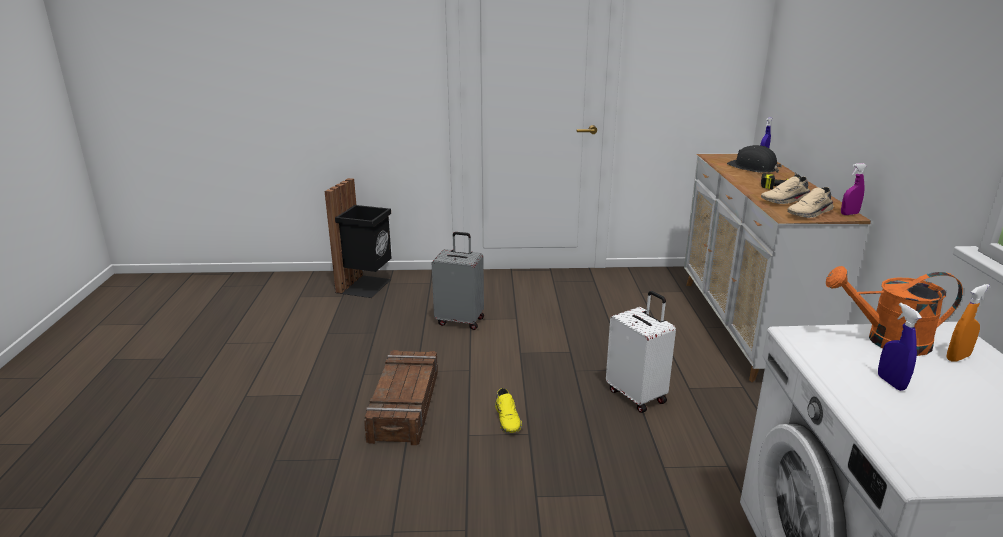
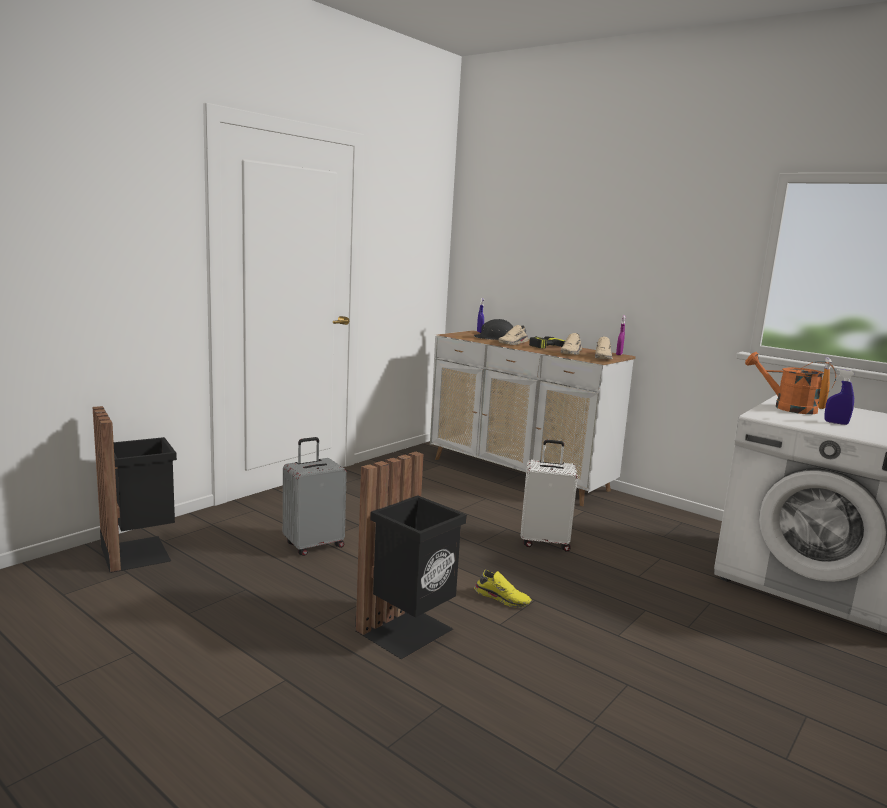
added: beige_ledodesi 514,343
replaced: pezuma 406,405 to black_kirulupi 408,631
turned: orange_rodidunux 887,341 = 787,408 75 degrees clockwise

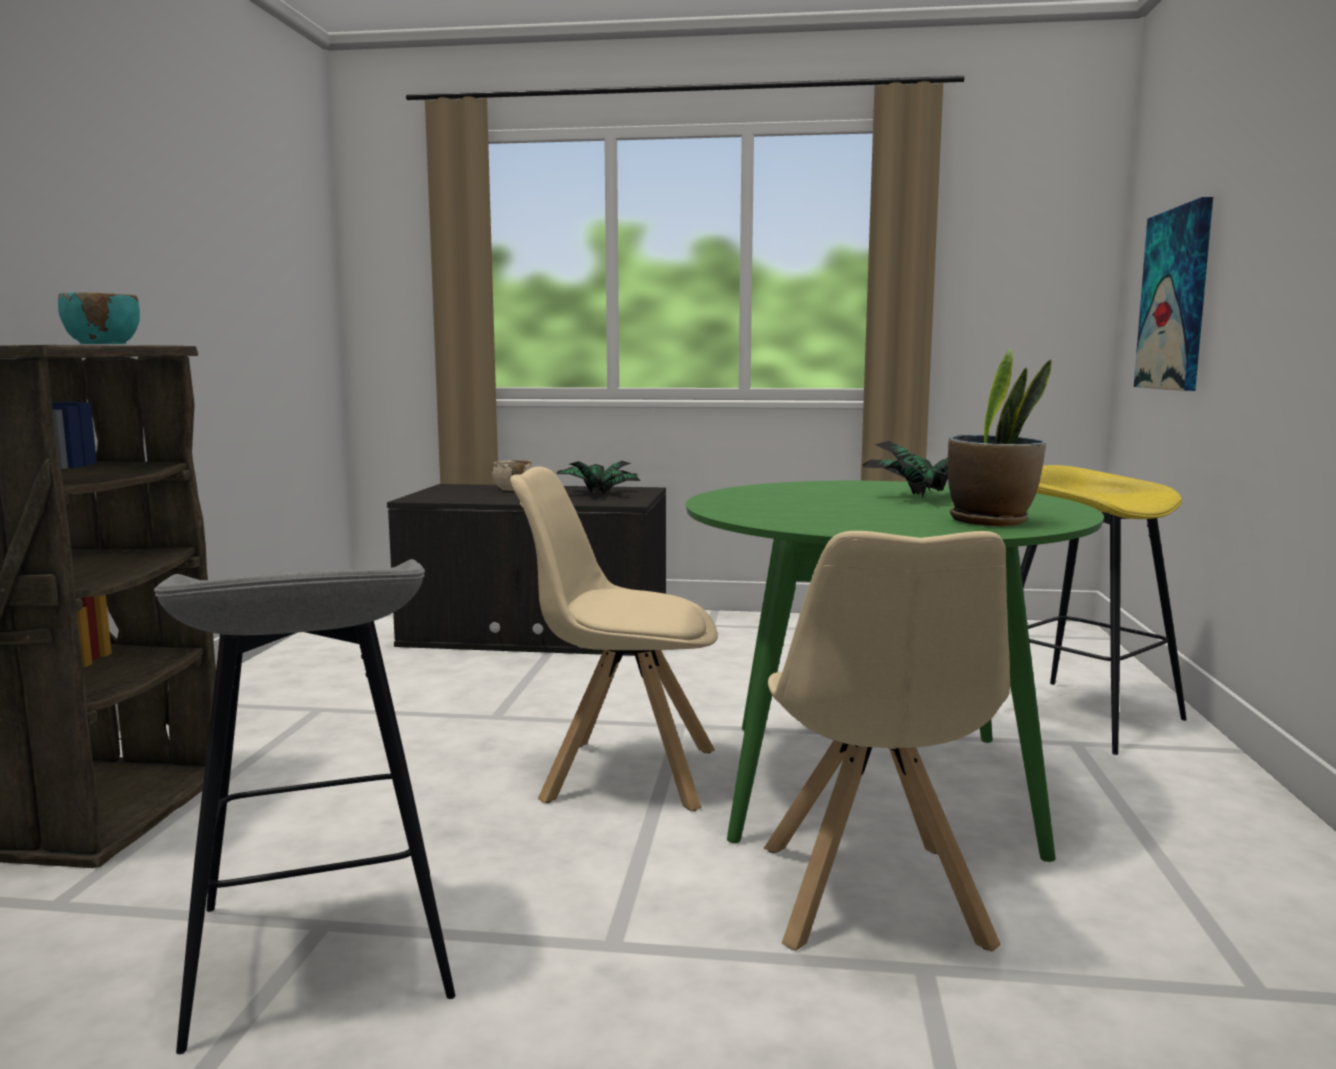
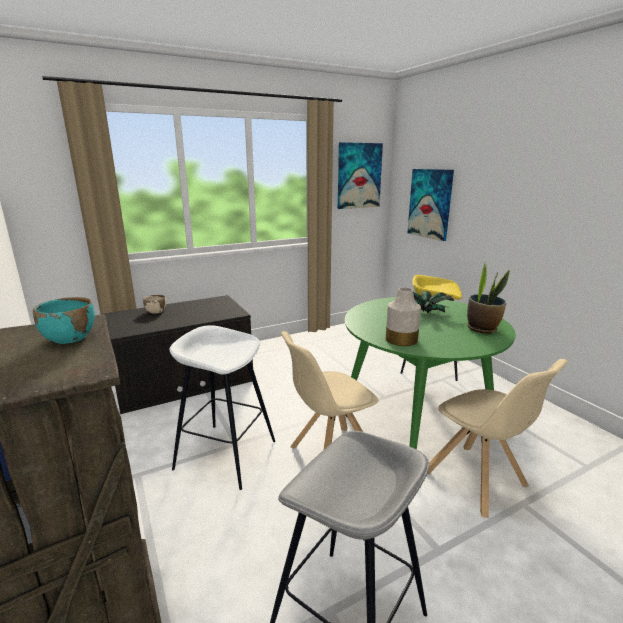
removed: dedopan 597,494
added: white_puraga 226,454; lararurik 359,176; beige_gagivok 401,339

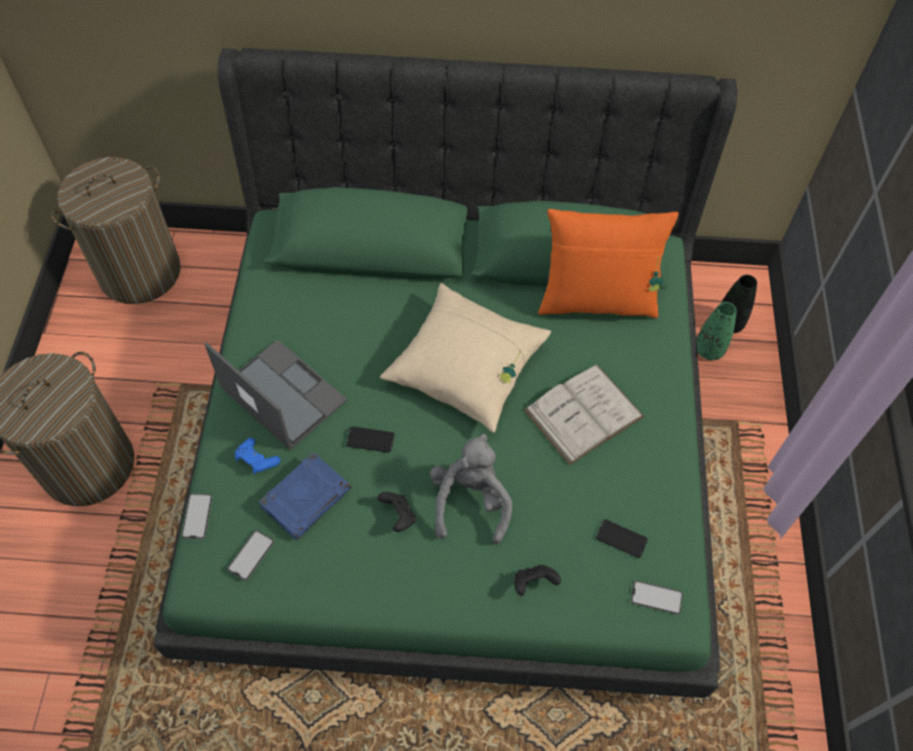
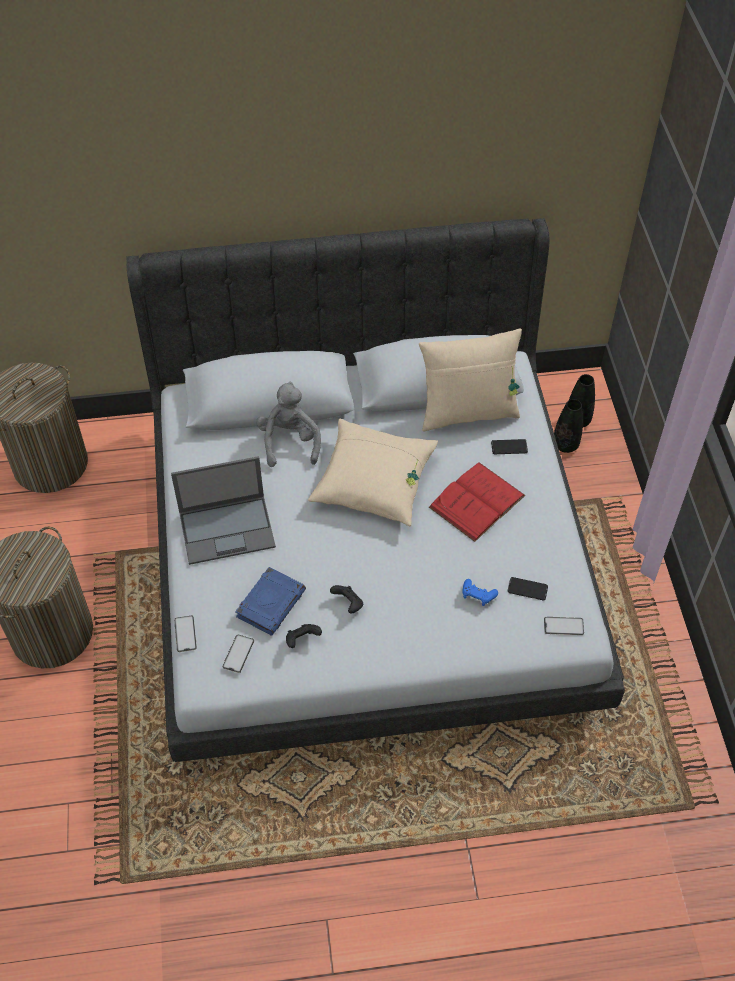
moved: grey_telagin 470,501 to 289,441; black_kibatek 533,583 to 302,640; blue_kibatek 257,460 to 477,596; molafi 370,440 to 509,447
recoloured: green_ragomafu 454,444 to grey_ragomafu 367,558; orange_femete 596,301 to beige_femete 467,413; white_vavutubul 583,413 to red_vavutubul 477,501; green_gagivok 708,350 to black_gagivok 565,445
turned: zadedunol 282,393 = 228,529 135 degrees clockwise

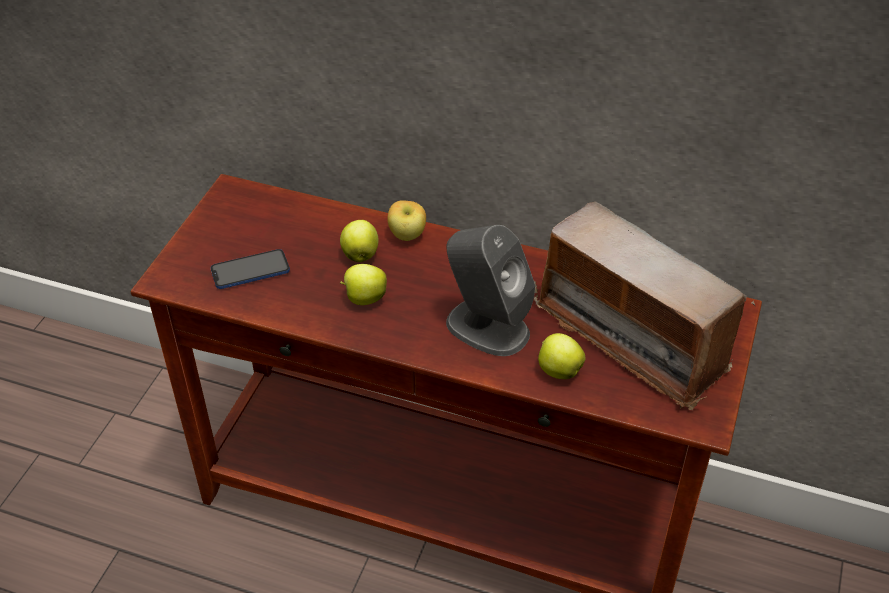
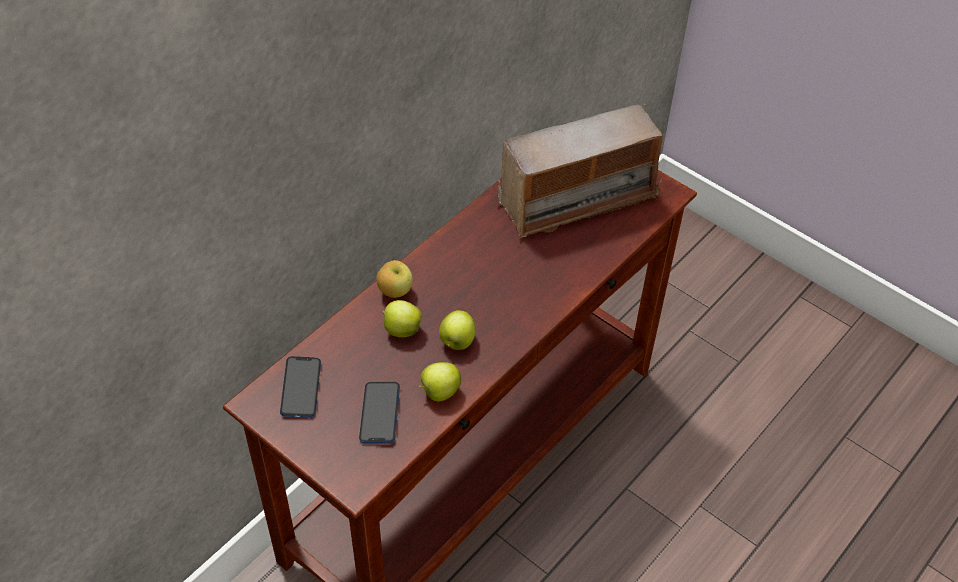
removed: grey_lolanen 486,327
added: molafi 301,388
moved: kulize 558,370 to 439,392

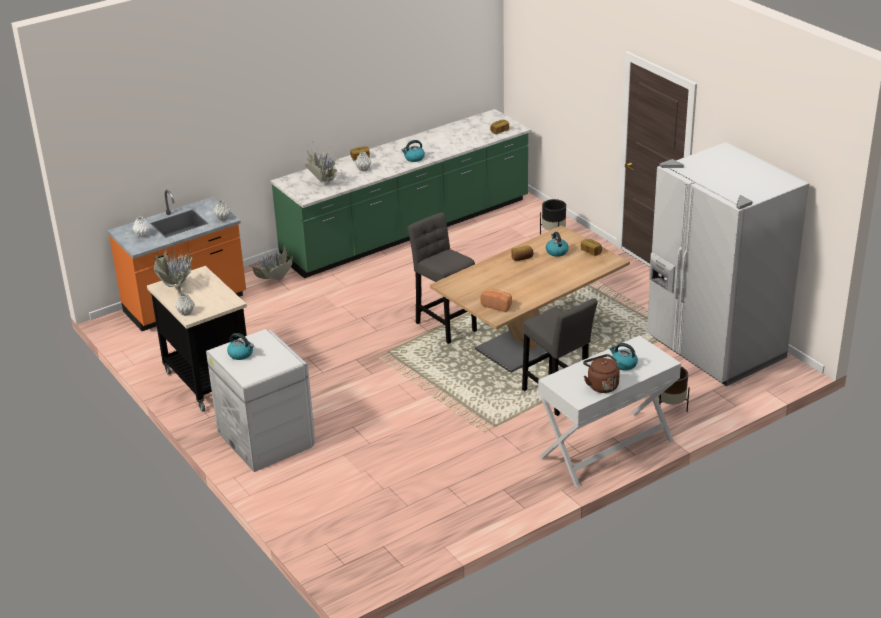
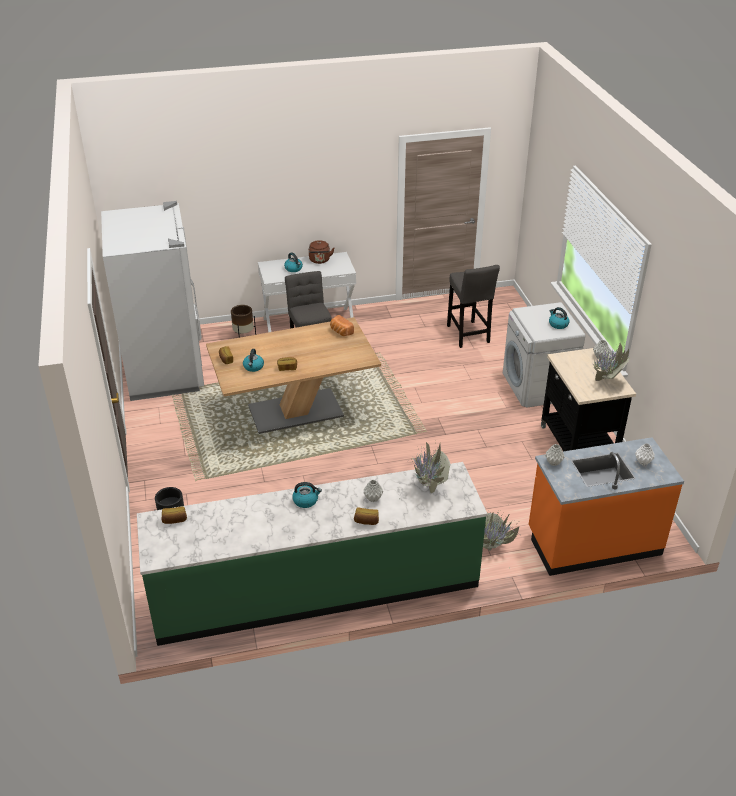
moved: grey_puraga 444,324 to 468,336

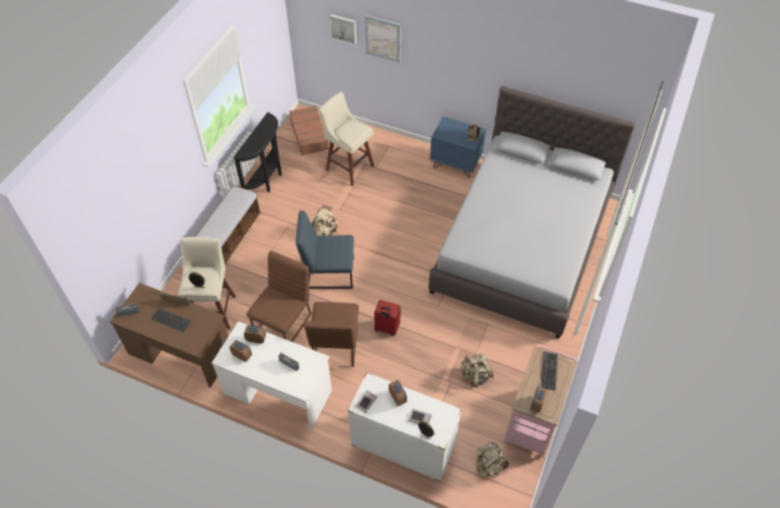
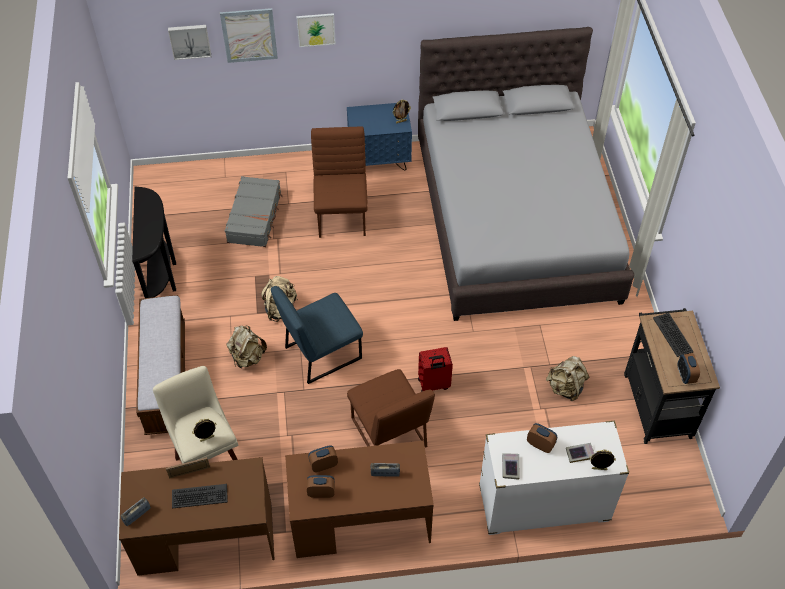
removed: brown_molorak 309,135
added: lararurik 316,29
moved: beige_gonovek 489,465 to 247,357; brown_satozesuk 284,322 to 342,214
replaced: beige_puraga 349,167 to grey_molorak 255,217
recoloured: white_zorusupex 278,392 to brown_zorusupex 360,521; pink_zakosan 533,419 to black_zakosan 656,404

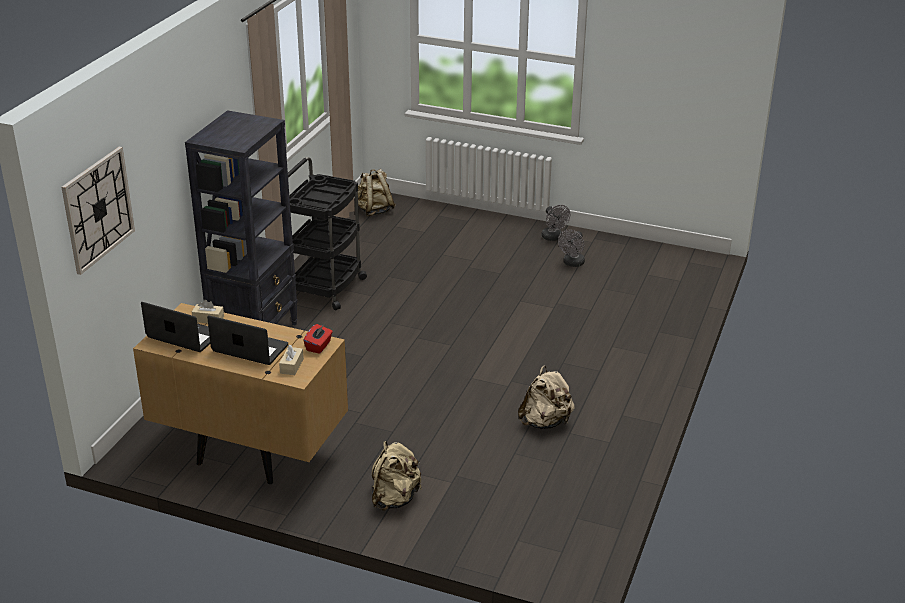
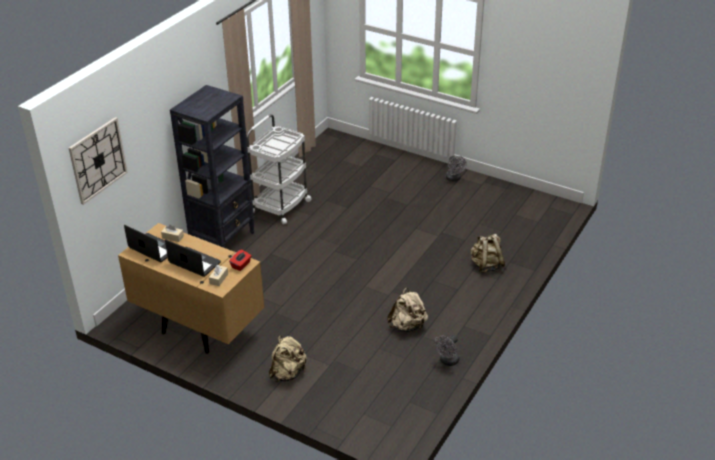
moved: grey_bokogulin 572,263 to 447,361; beige_gonovek 374,211 to 486,265
recoloured: black_zakosan 326,288 to white_zakosan 280,206

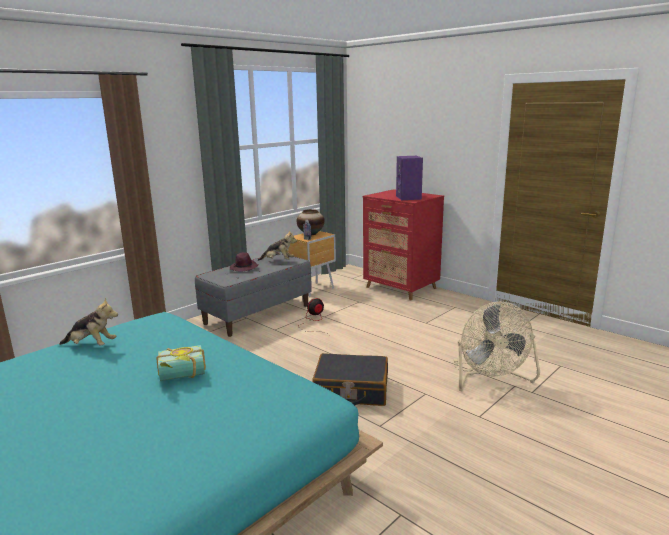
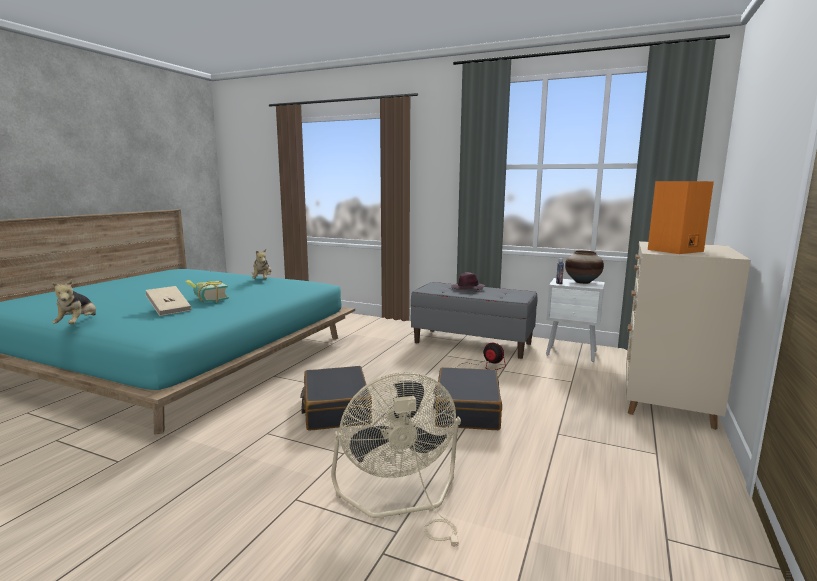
added: beige_vavutubul 169,310; black_molorak 466,409
moved: telagin 278,261 to 78,324
recoloured: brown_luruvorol 314,289 to white_luruvorol 572,354; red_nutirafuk 401,288 to beige_nutirafuk 667,401; purple_lolanen 409,198 to orange_lolanen 675,250
turned: beige_bokogulin 487,379 = 406,501 105 degrees clockwise

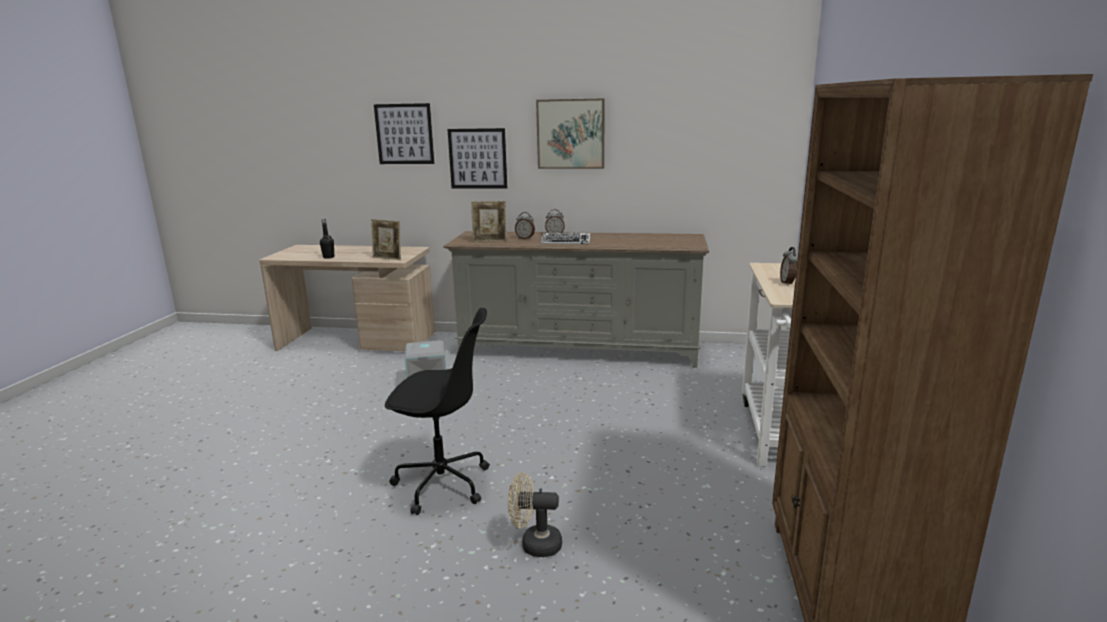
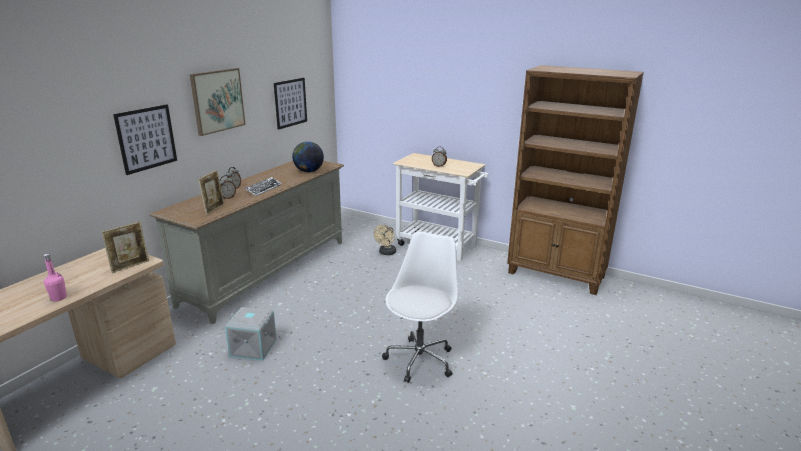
added: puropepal 308,171
moved: lararurik 404,134 to 290,103; beige_bokogulin 534,544 to 386,253
recoloured: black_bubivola 328,257 to pink_bubivola 59,298; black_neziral 445,484 to white_neziral 420,359

